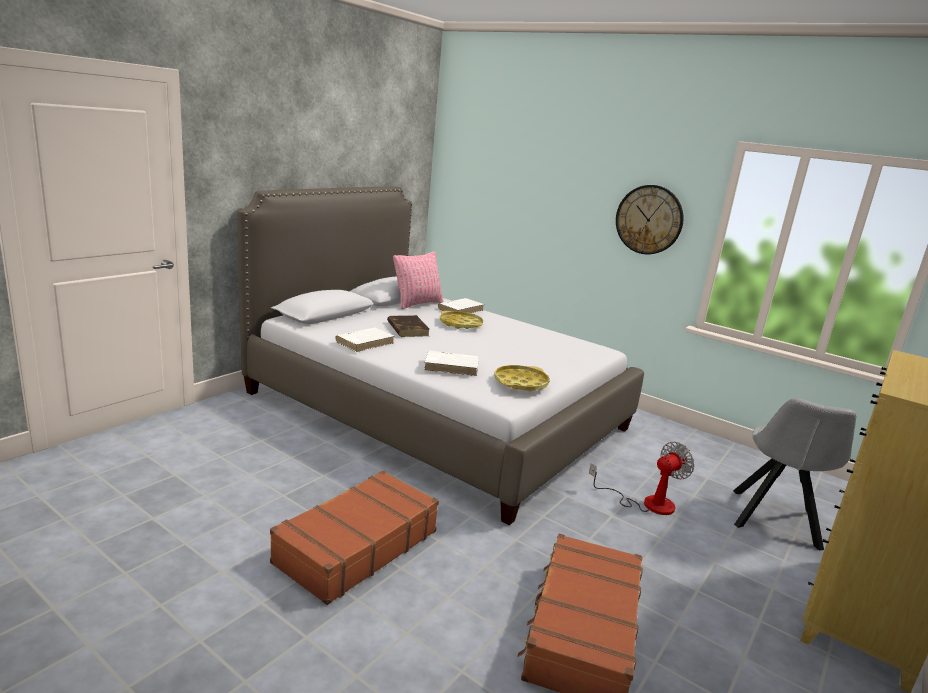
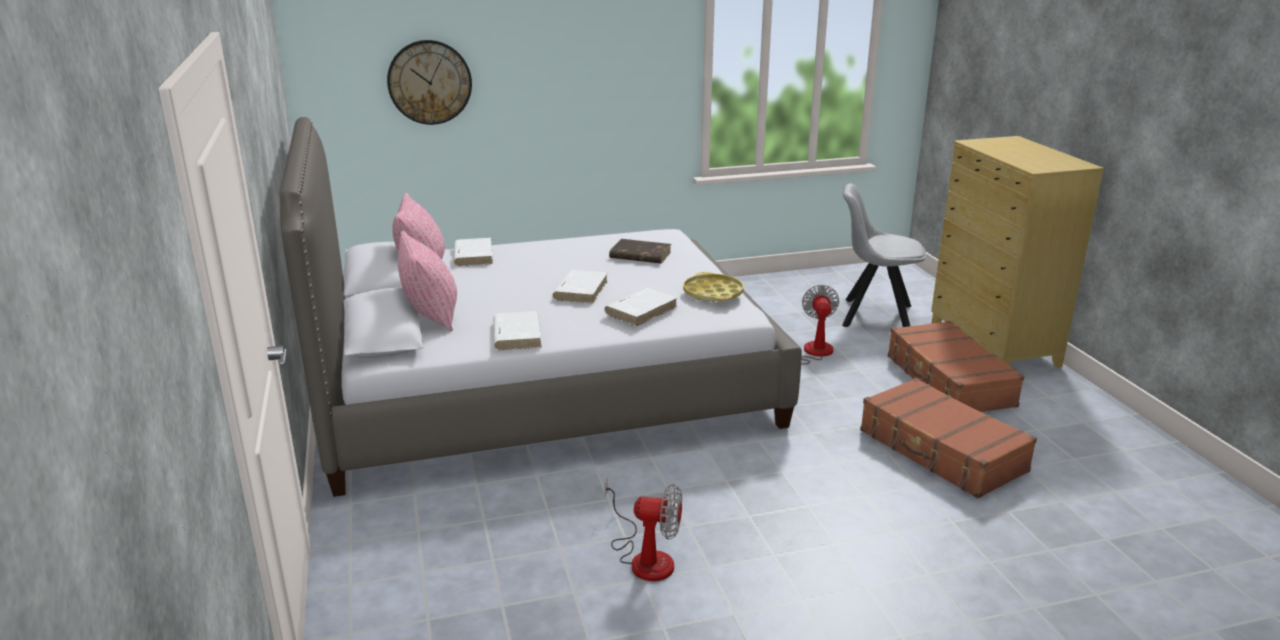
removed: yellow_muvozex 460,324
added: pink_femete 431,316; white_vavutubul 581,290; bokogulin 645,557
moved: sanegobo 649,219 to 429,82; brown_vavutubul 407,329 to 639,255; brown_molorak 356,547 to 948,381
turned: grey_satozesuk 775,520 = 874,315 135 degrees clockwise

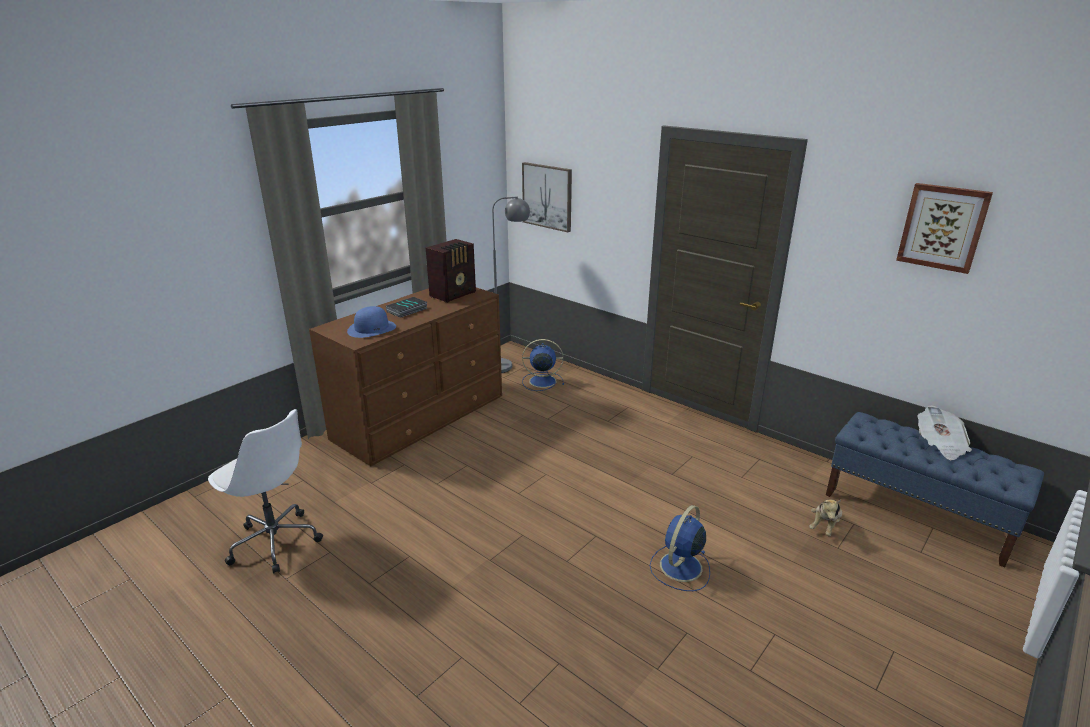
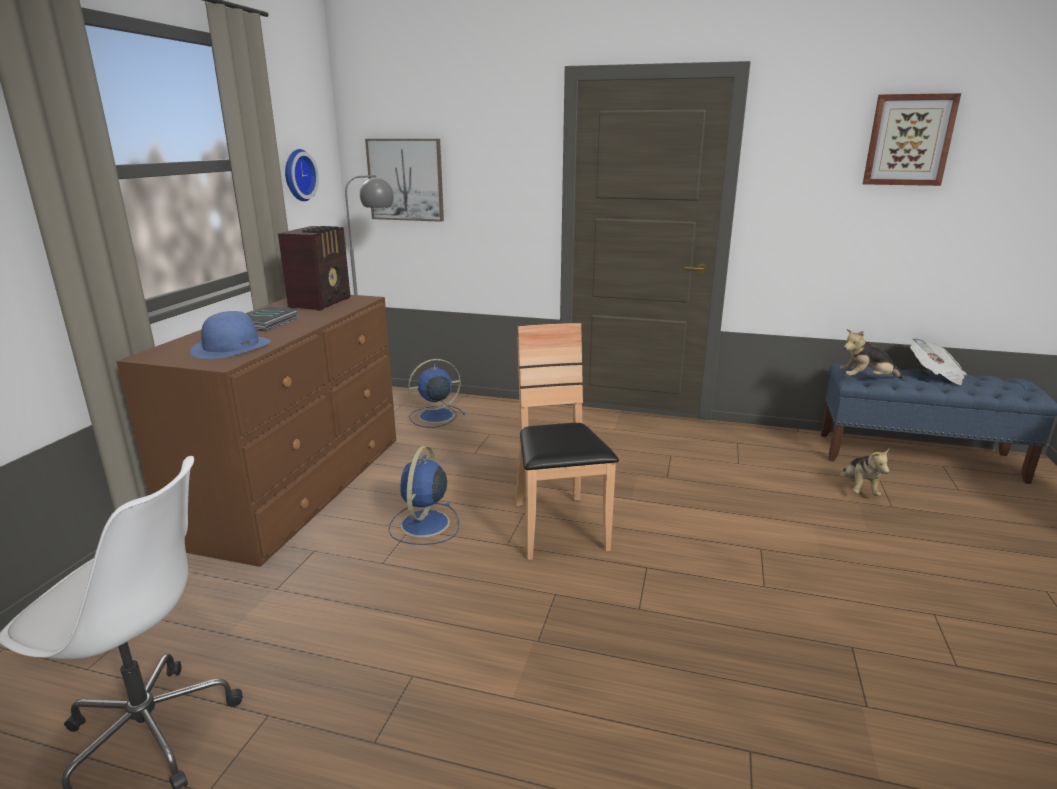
added: sanegobo 297,175; brown_satozesuk 558,527; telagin 866,379
moved: blue_bokogulin 680,568 to 424,525

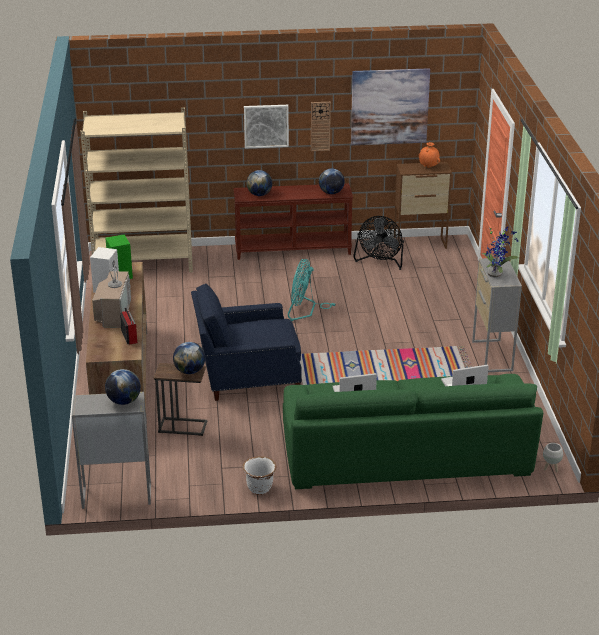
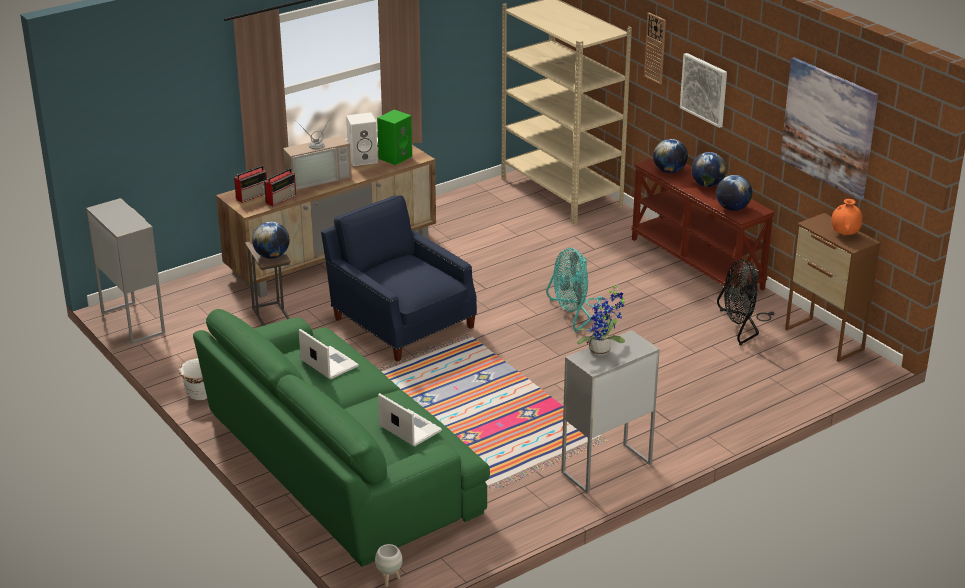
added: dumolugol 252,195
moved: sanegobo 320,126 to 655,48; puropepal 124,401 to 707,185
turned: turquoise_bokogulin 306,308 = 574,312 90 degrees counterclockwise

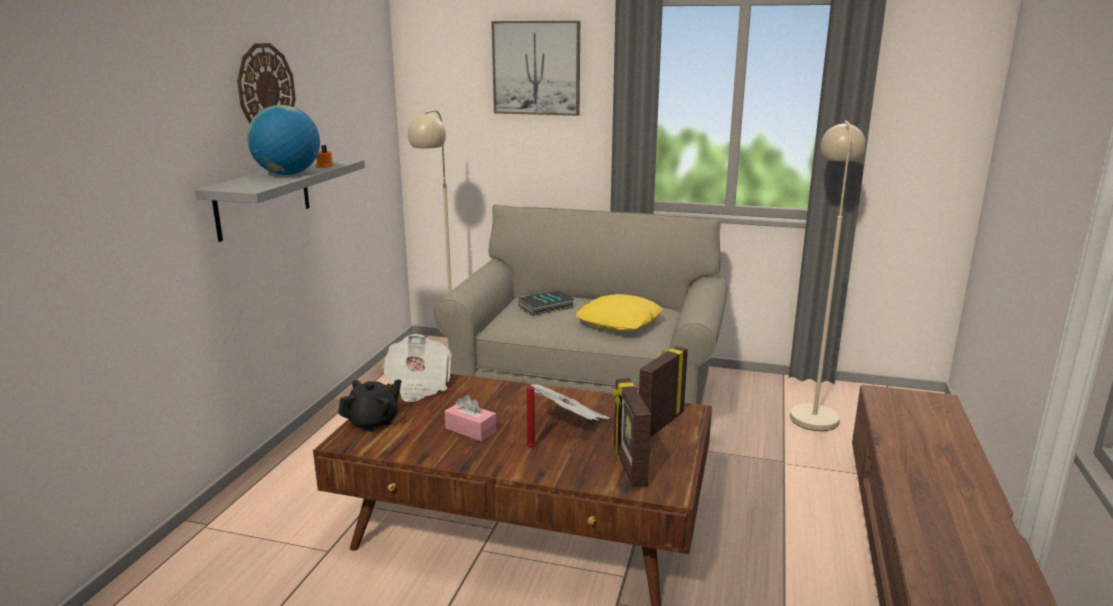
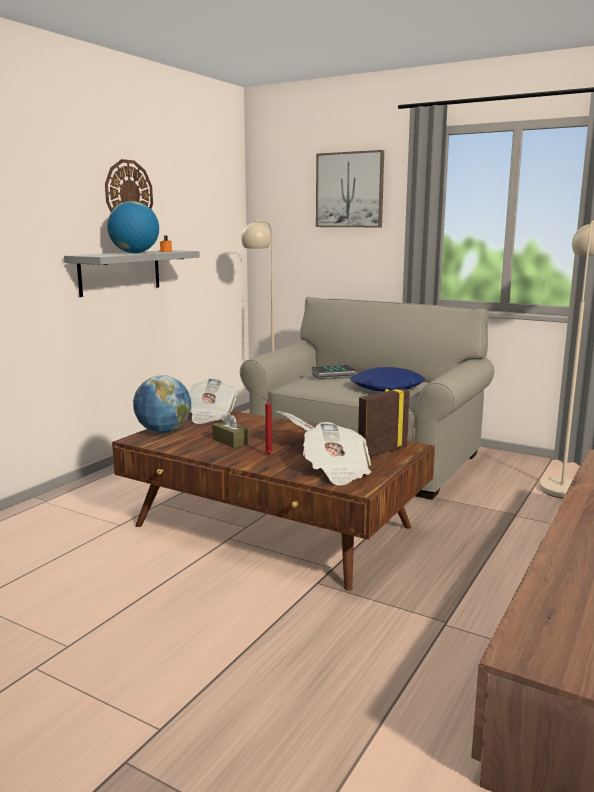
replaced: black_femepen 373,422 to puropepal 163,431; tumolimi 628,467 to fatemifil 336,471
recoloured: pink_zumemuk 470,430 to brown_zumemuk 230,441; yellow_femete 620,322 to blue_femete 387,388

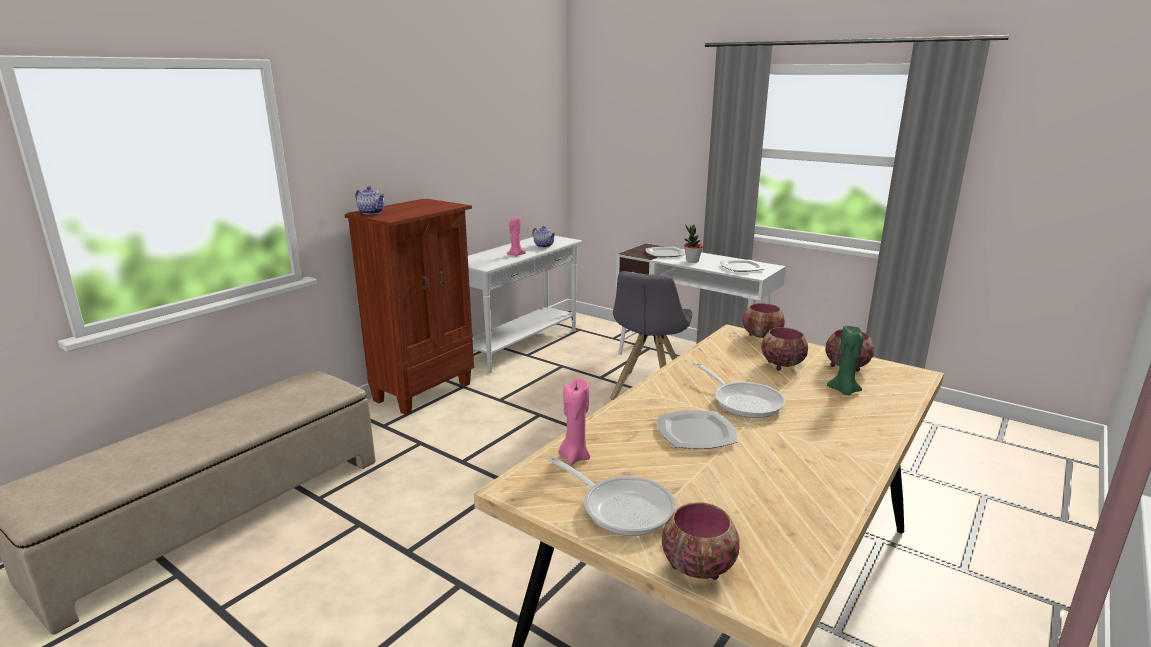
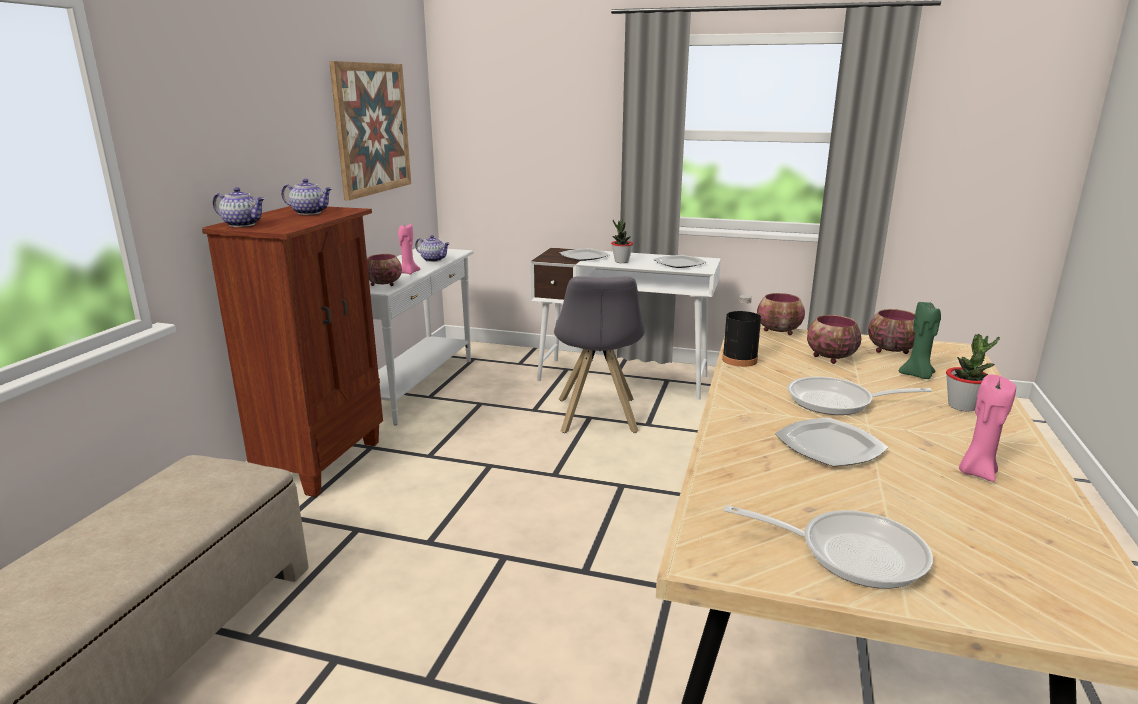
added: femepen 310,213; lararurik 372,129; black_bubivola 739,360; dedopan 962,406
moved: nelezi 697,566 to 384,284; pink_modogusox 574,457 to 976,472
turned: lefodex 743,401 = 837,402 150 degrees clockwise

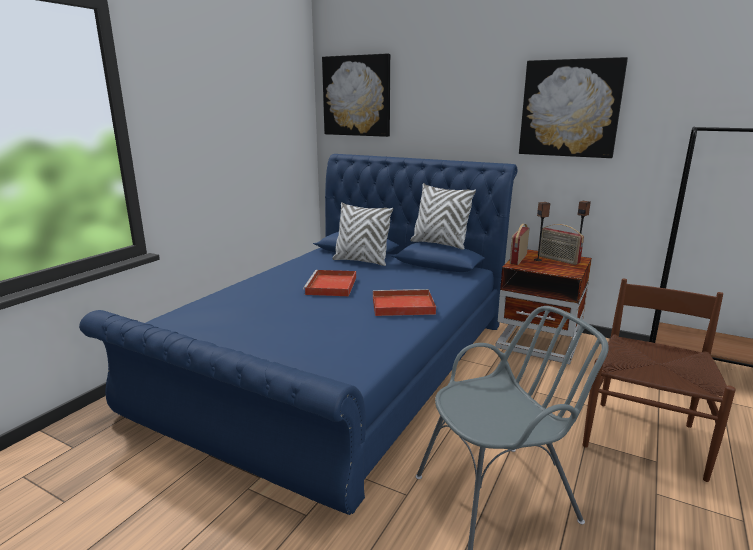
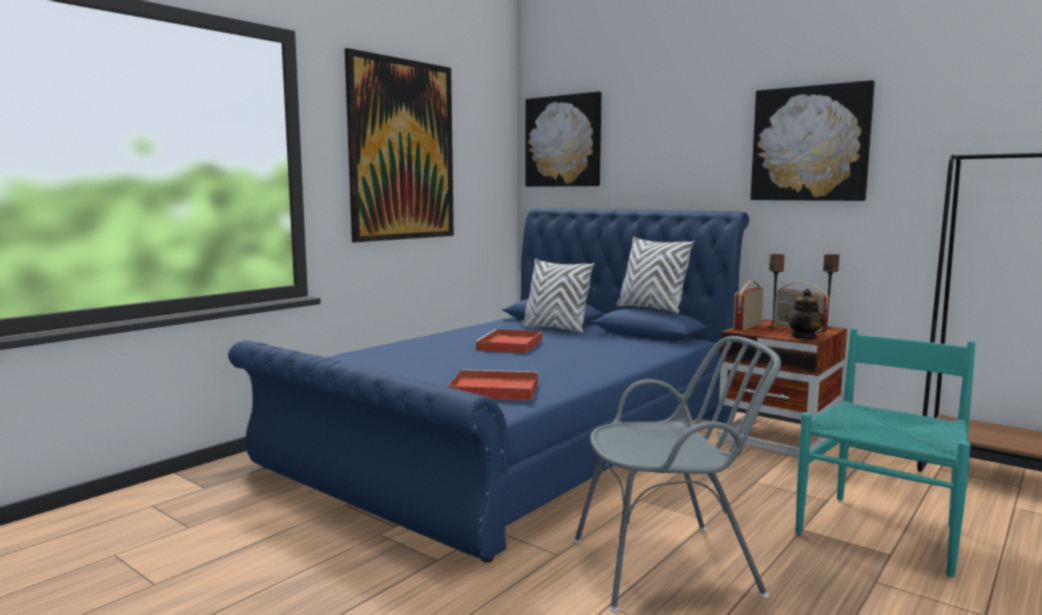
added: lararurik 402,150; femepen 804,337
moved: red_muvozex 401,306 to 492,389
recoloured: brown_satozesuk 643,437 to turquoise_satozesuk 883,532

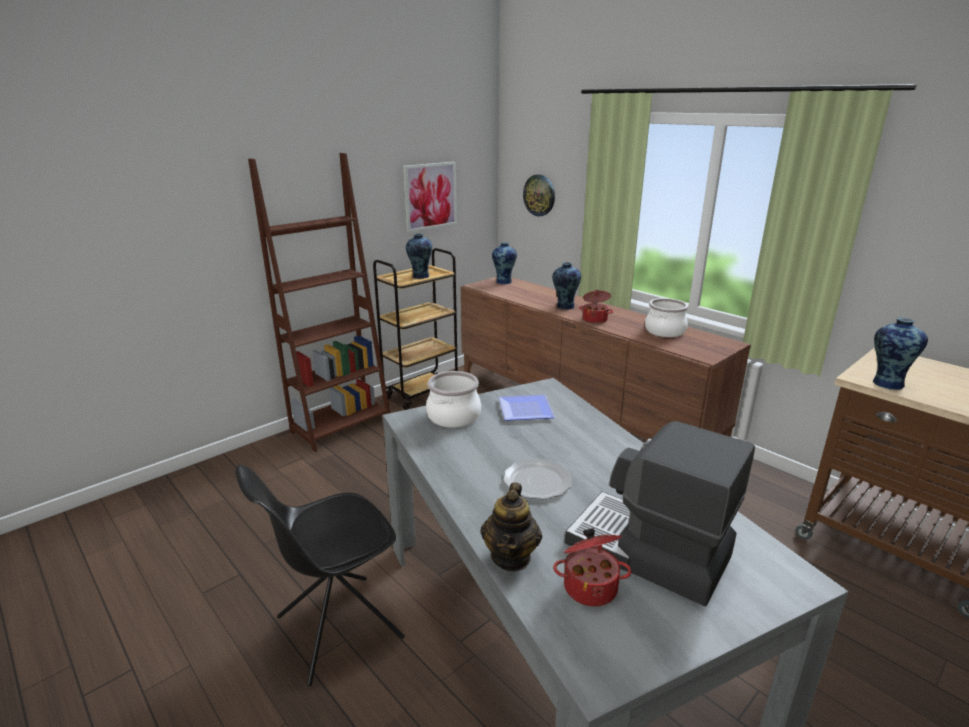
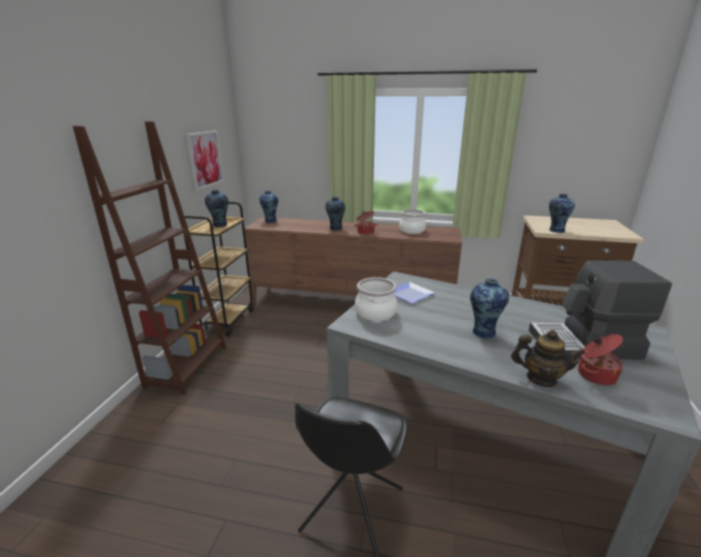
removed: sanegobo 539,195
replaced: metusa 538,482 to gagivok 484,332
turned: femepen 511,557 = 541,378 45 degrees counterclockwise

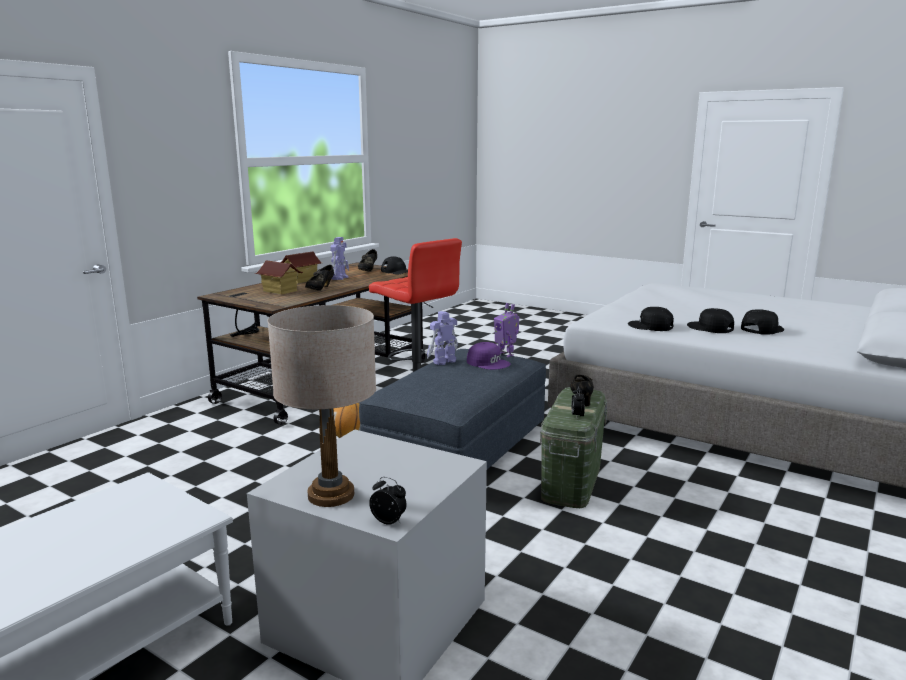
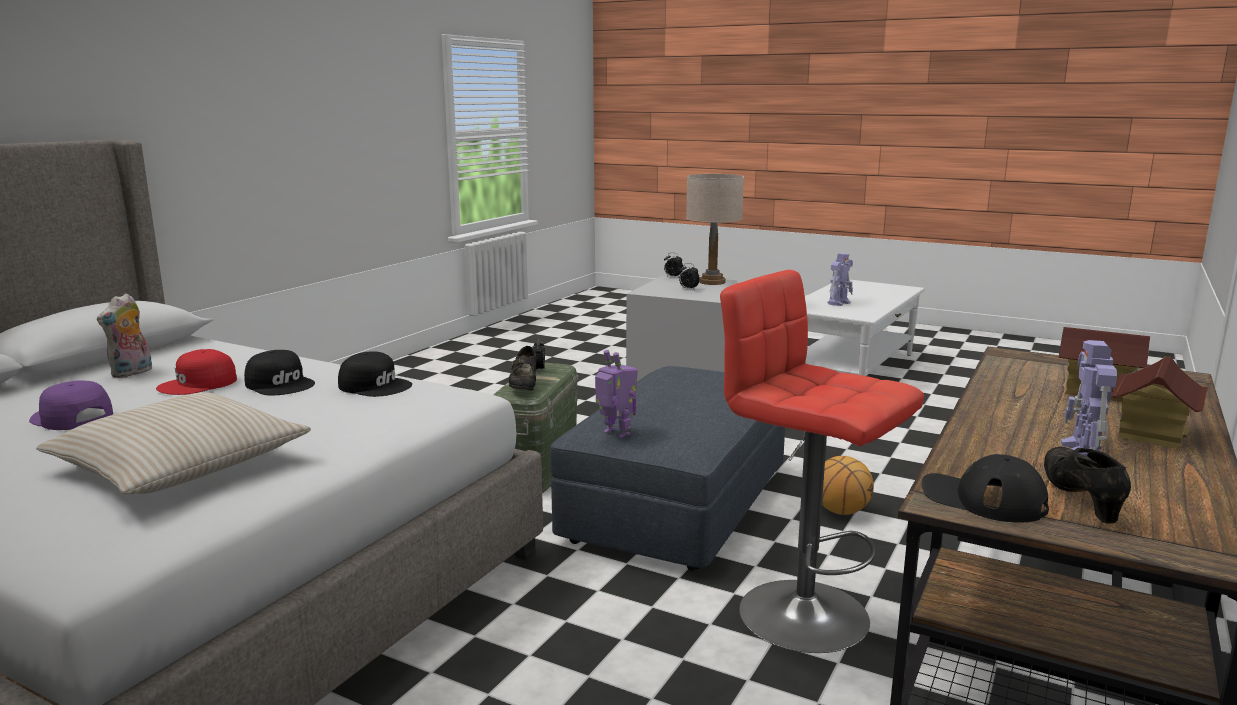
removed: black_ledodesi 320,289
added: beige_femete 179,466; telagin 132,373; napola 688,289
moved: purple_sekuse 488,363 to 70,417; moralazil 443,361 to 839,303
recoloured: black_sekuse 761,329 to red_sekuse 199,384

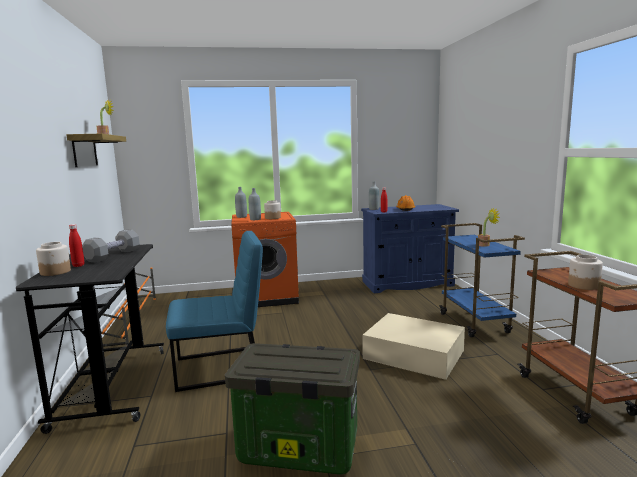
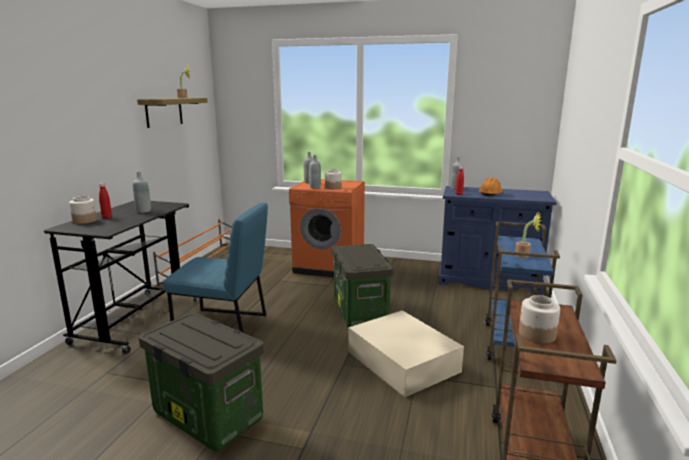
added: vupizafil 361,313
replaced: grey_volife 113,255 to grey_bubivola 143,211

